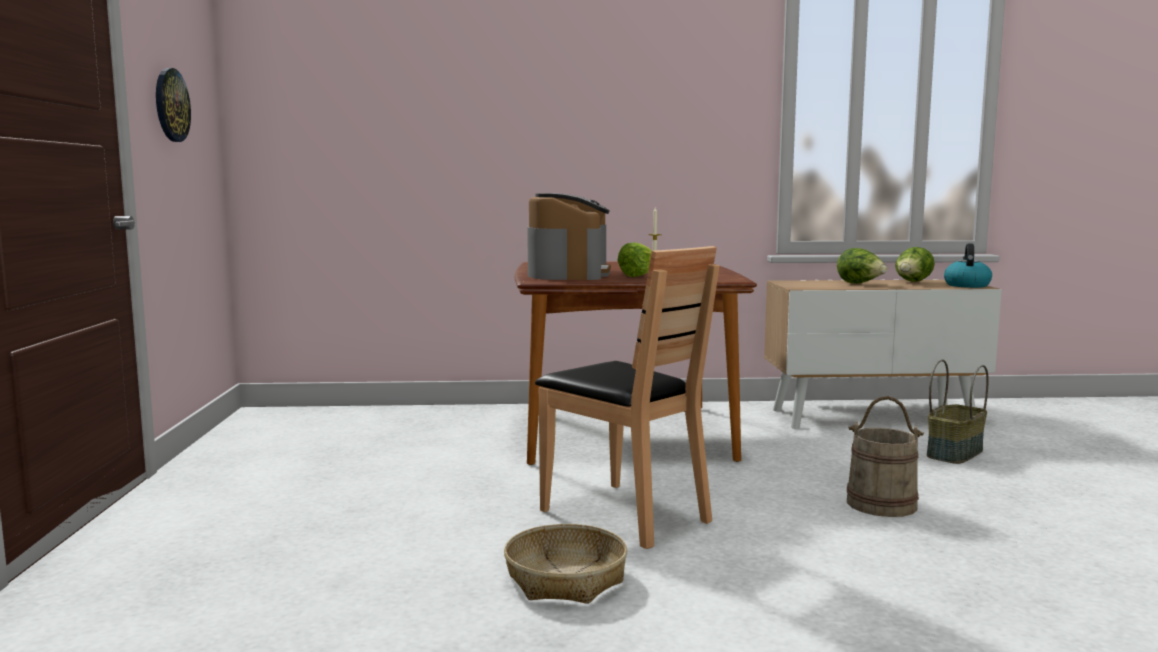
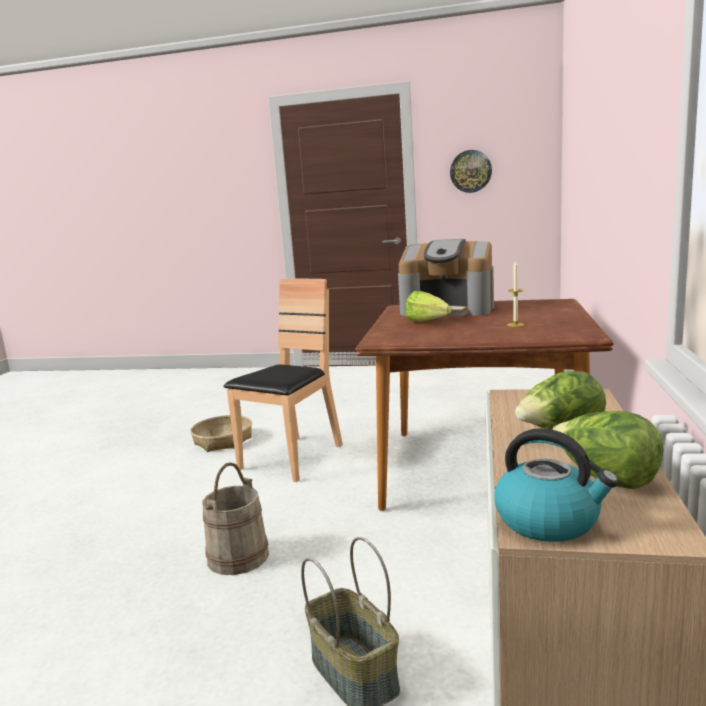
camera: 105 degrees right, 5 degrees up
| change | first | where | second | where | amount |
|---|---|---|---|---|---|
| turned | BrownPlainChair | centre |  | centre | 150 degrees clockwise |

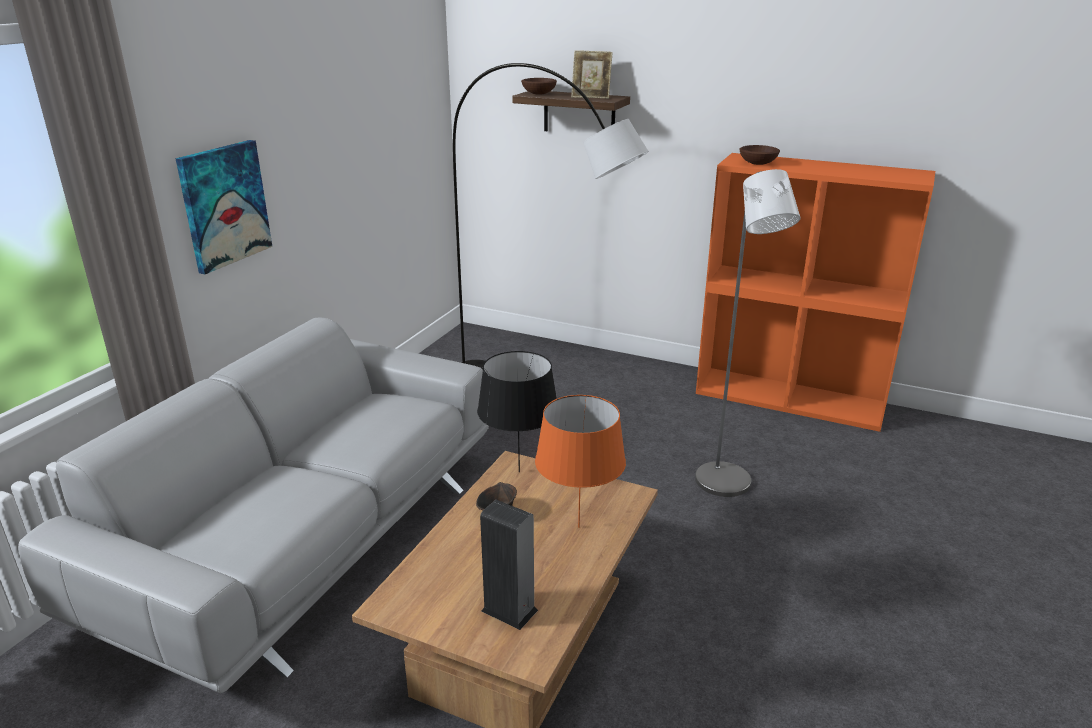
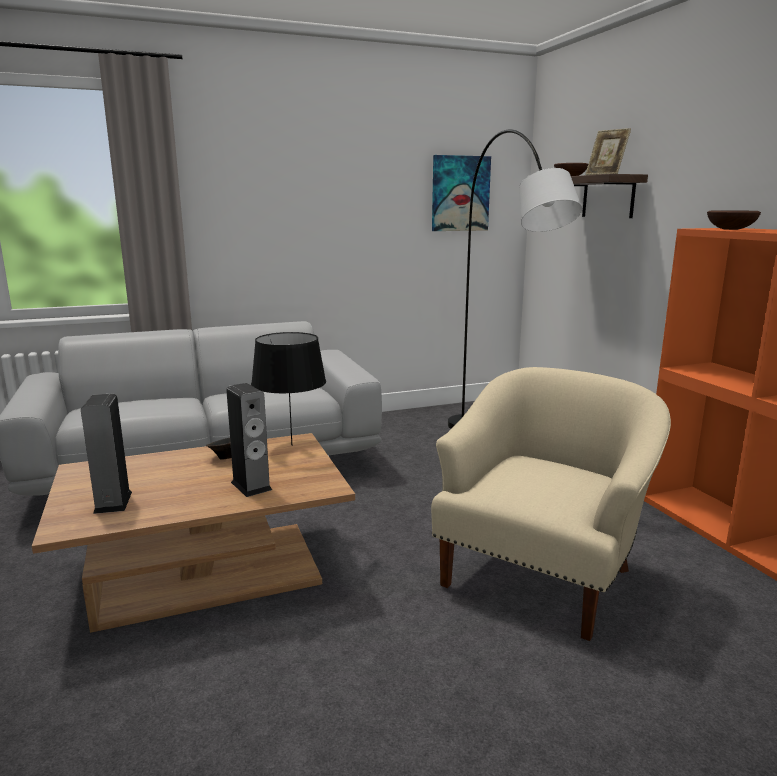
camera: 45 degrees right, 10 degrees down
| change | first | where | second | where | amount |
|---|---|---|---|---|---|
| moved | Picture | top left |  | top centre |  |
| replaced | OrangeTabletopLamp | centre | Speaker (2nd from left) | middle left |  |
| replaced | GreyishStandingLamp (2nd from left) | middle right | SandColouredArmchair | middle right |  |

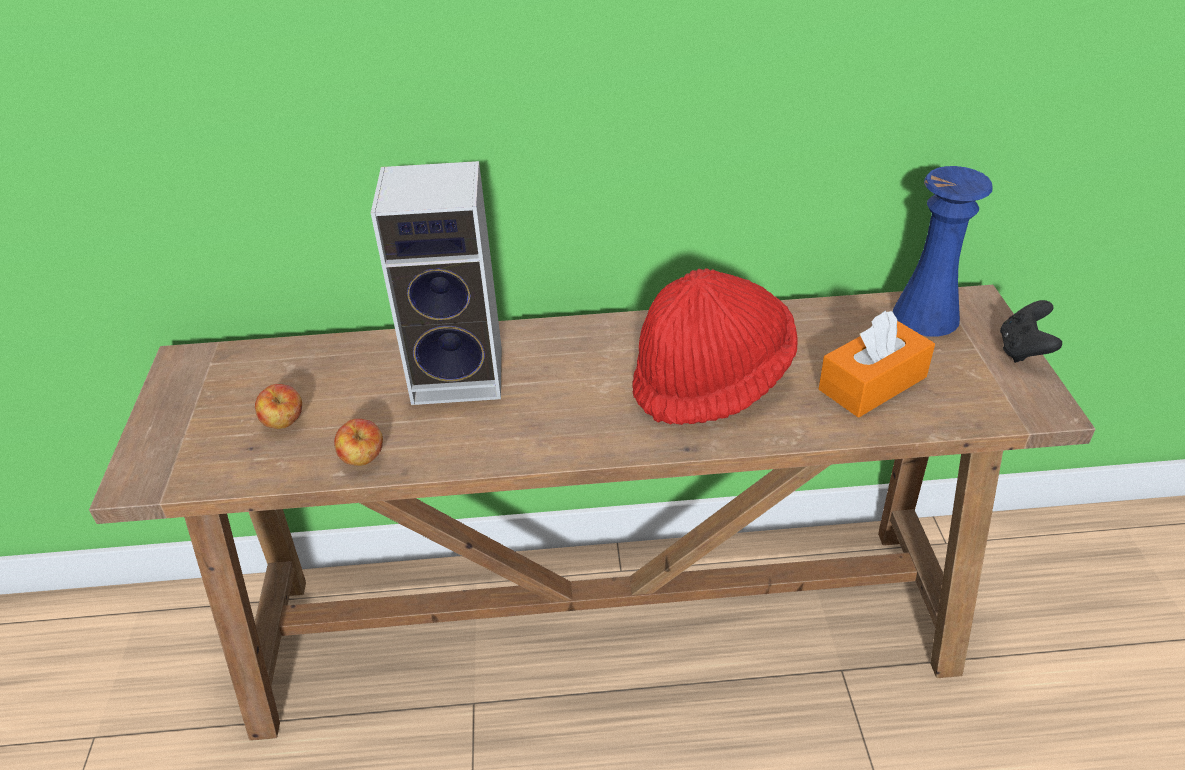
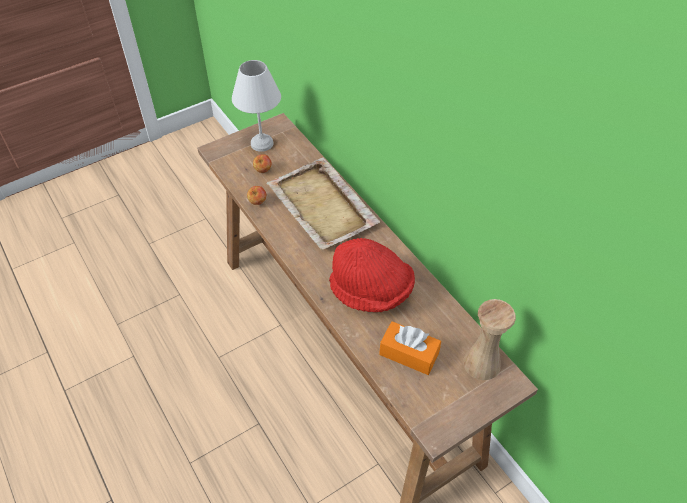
camera: 60 degrees right, 10 degrees up
| change | first | where | second | where | amount |
|---|---|---|---|---|---|
| removed | BlackColouredGamepad | middle right |  |  |  |
| added |  |  | WhiteColouredTabletopLamp | top centre |  |
| replaced | Speaker | centre | SandColouredServingTray | centre |  |
| recoloured | BluishDecorativeVase | top right | SandColouredDecorativeVase | bottom right |  |

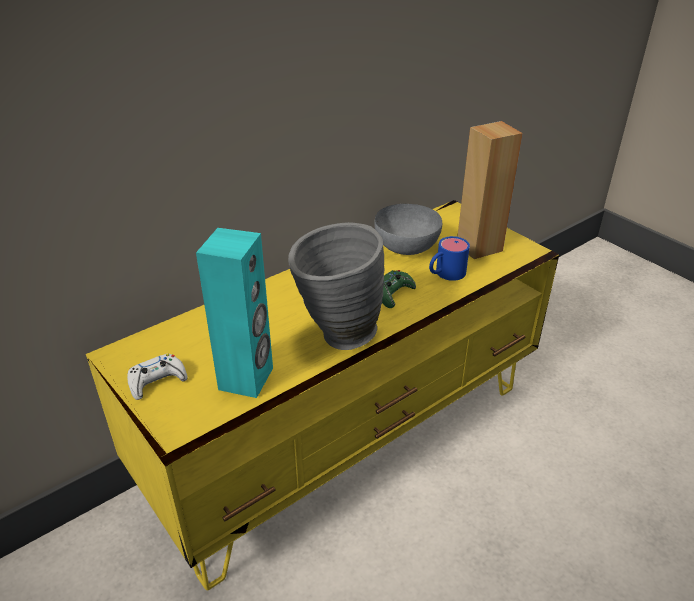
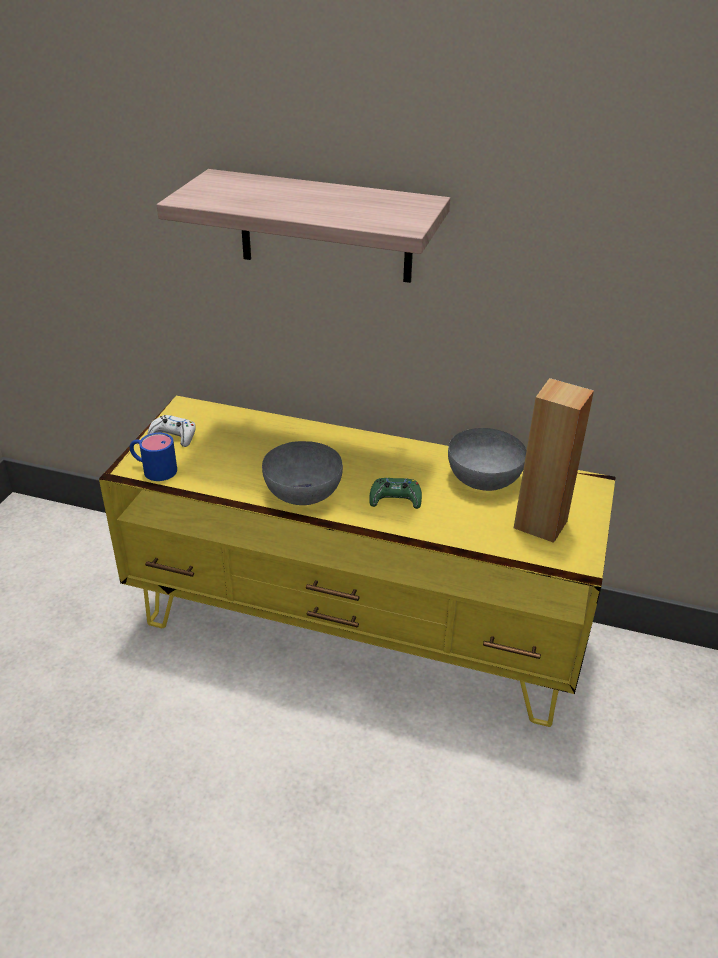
camera: 55 degrees right, 0 degrees up
| change | first | where | second | where | amount |
|---|---|---|---|---|---|
| removed | TurquoiseColouredSpeaker | centre |  |  |  |
| added |  |  | BracketShelf | top centre |  |
| moved | BluishCoffeeMug | centre |  | middle left |  |
| replaced | GreyishDecorativeVase | centre | GreyishServingBowl (1st from left) | centre |  |

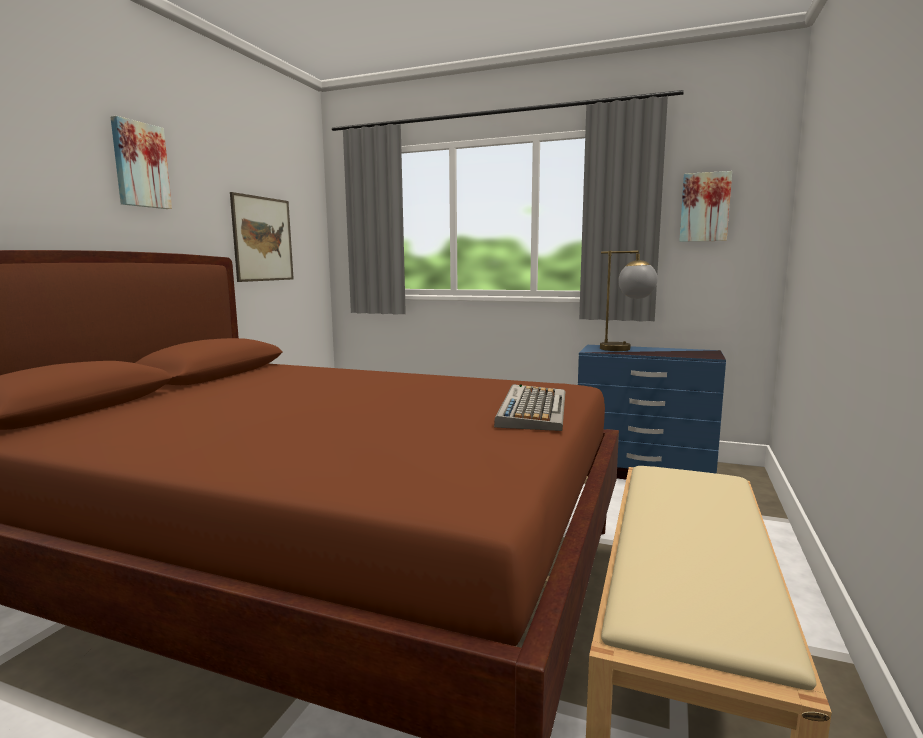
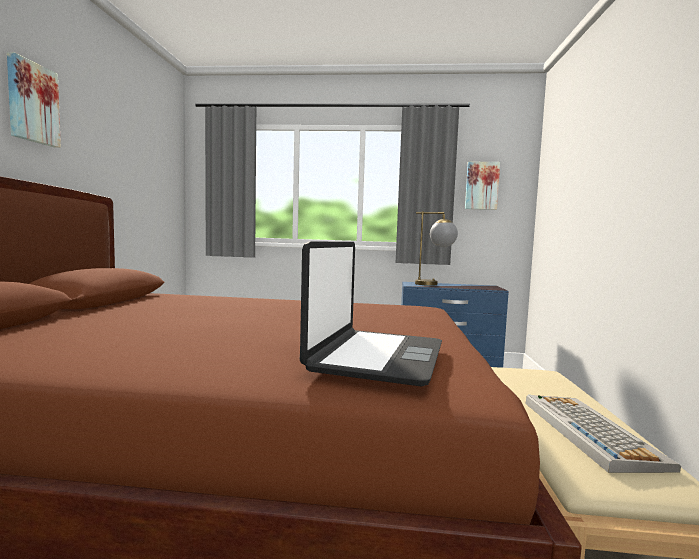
camera: 15 degrees left, 5 degrees down
| change | first | where | second | where | amount |
|---|---|---|---|---|---|
| removed | Picture (2nd from left) | top left |  |  |  |
| added |  |  | NotebookComputer | centre |  |
| moved | ComputerKeyboard | centre |  | bottom right |  |

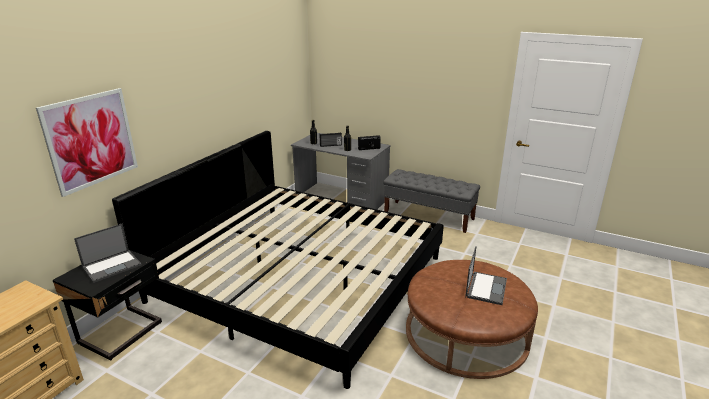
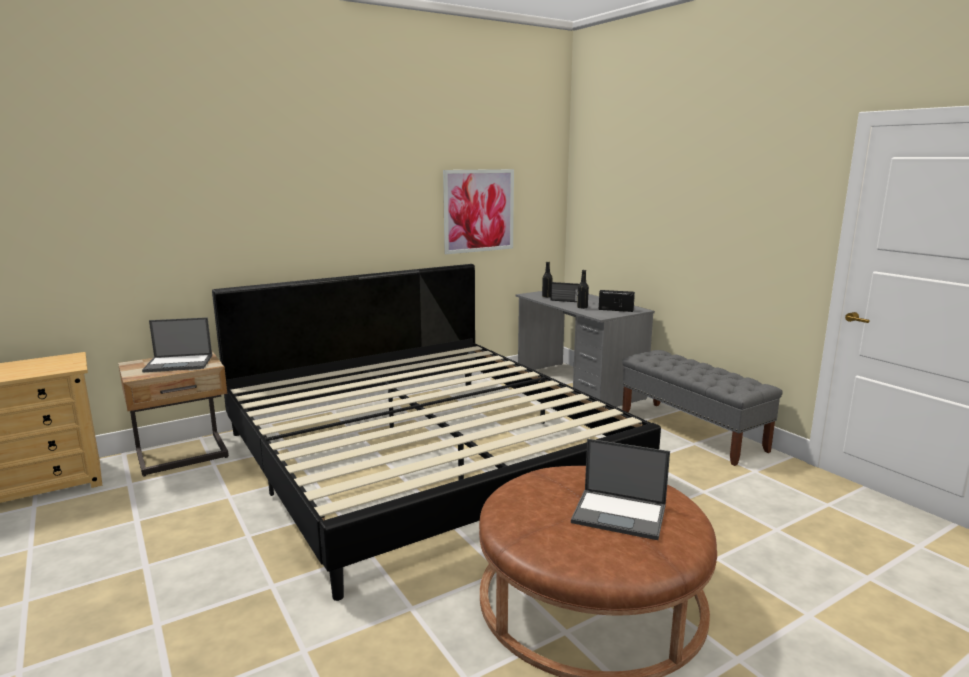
camera: 30 degrees right, 10 degrees down
| change | first | where | second | where | amount |
|---|---|---|---|---|---|
| moved | Picture | middle left |  | top centre |  |
| recoloured | BlackColouredBedsideTable | bottom left | SandColouredBedsideTable | middle left |  |
| turned | NotebookComputer (2nd from left) | bottom right |  | bottom centre | 60 degrees clockwise |

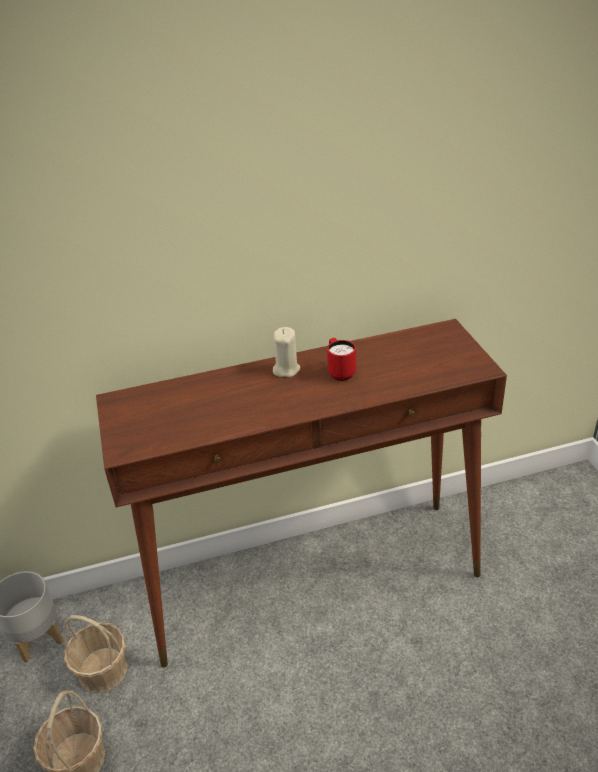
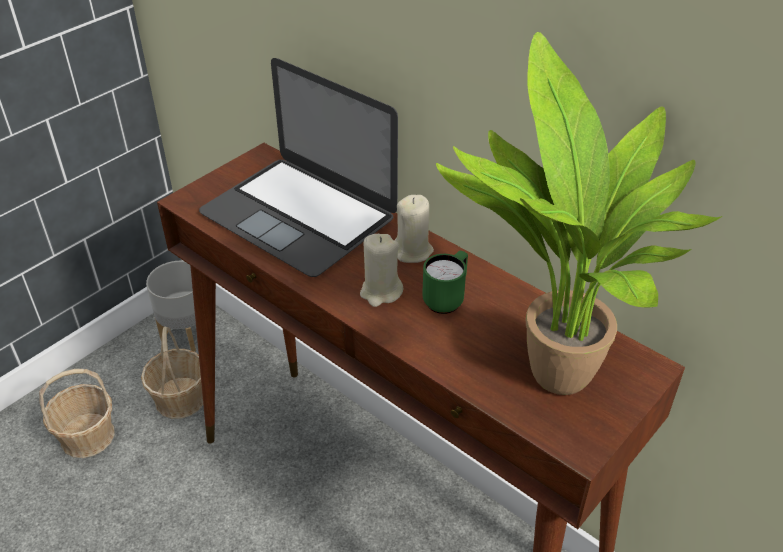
camera: 55 degrees right, 5 degrees up
| change | first | where | second | where | amount |
|---|---|---|---|---|---|
| added |  |  | NotebookComputer | top centre |  |
| added |  |  | SandColouredCandle (1st from left) | centre |  |
| added |  |  | PlantInAPot | middle right |  |
| recoloured | RedColouredCoffeeMug | centre | GreenColouredCoffeeMug | centre |  |

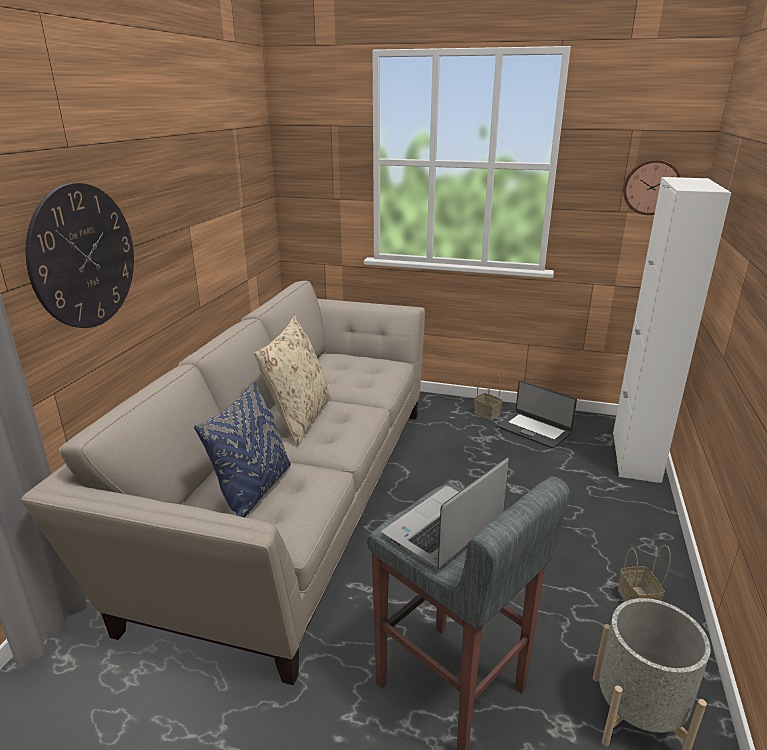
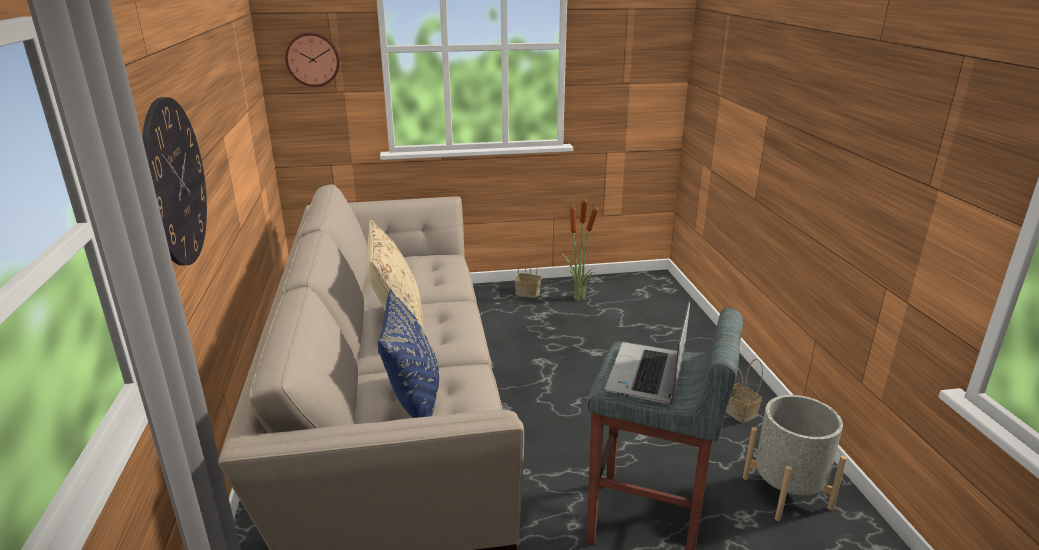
camera: 25 degrees left, 0 degrees up
| change | first | where | second | where | amount |
|---|---|---|---|---|---|
| removed | WhiteColouredStorageCabinet | middle right |  |  |  |
| moved | ClockOnTheWall (2nd from left) | top right |  | top left |  |
| replaced | NotebookComputer (2nd from left) | middle right | PlantInAPot | centre |  |

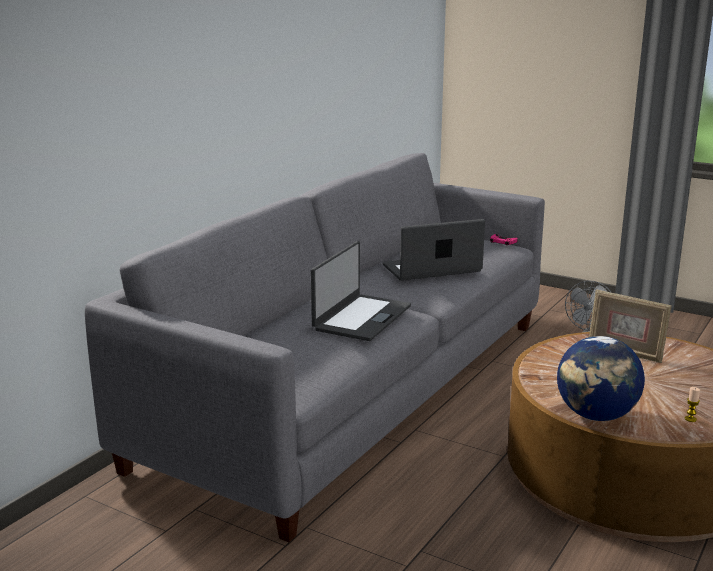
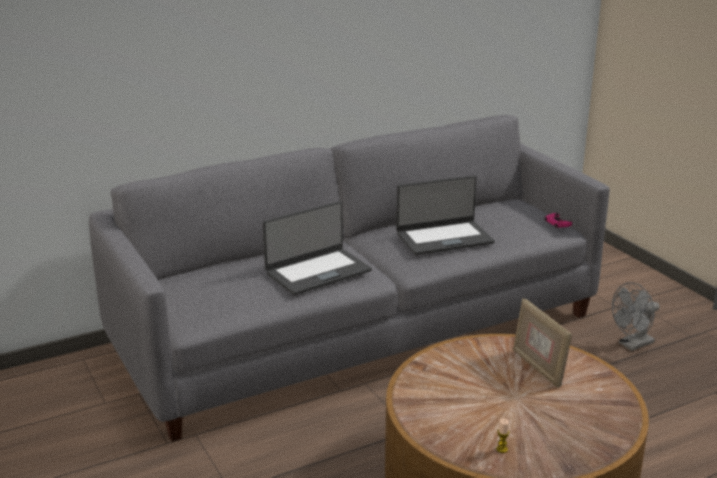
camera: 30 degrees right, 5 degrees up
| change | first | where | second | where | amount |
|---|---|---|---|---|---|
| removed | Globe | middle right |  |  |  |
| turned | NotebookComputer (2nd from left) | centre |  | centre | 150 degrees clockwise |

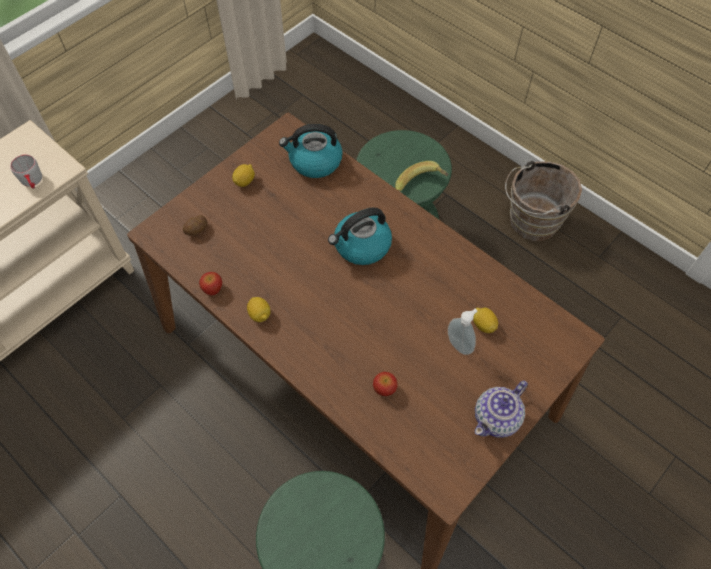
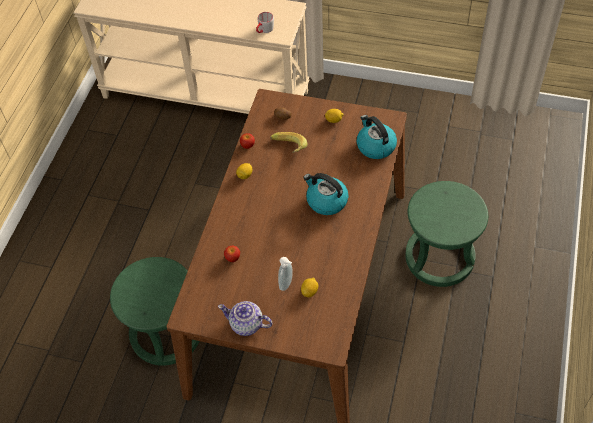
camera: 65 degrees right, 5 degrees down
| change | first | where | second | where | amount |
|---|---|---|---|---|---|
| removed | BrownWaterBucket | middle right |  |  |  |
| moved | BananaFruit | top centre |  | centre |  |

